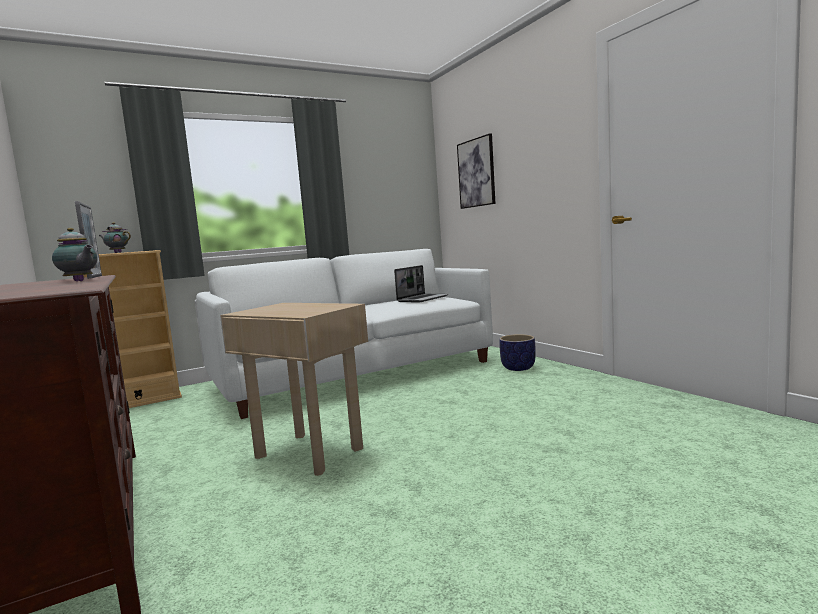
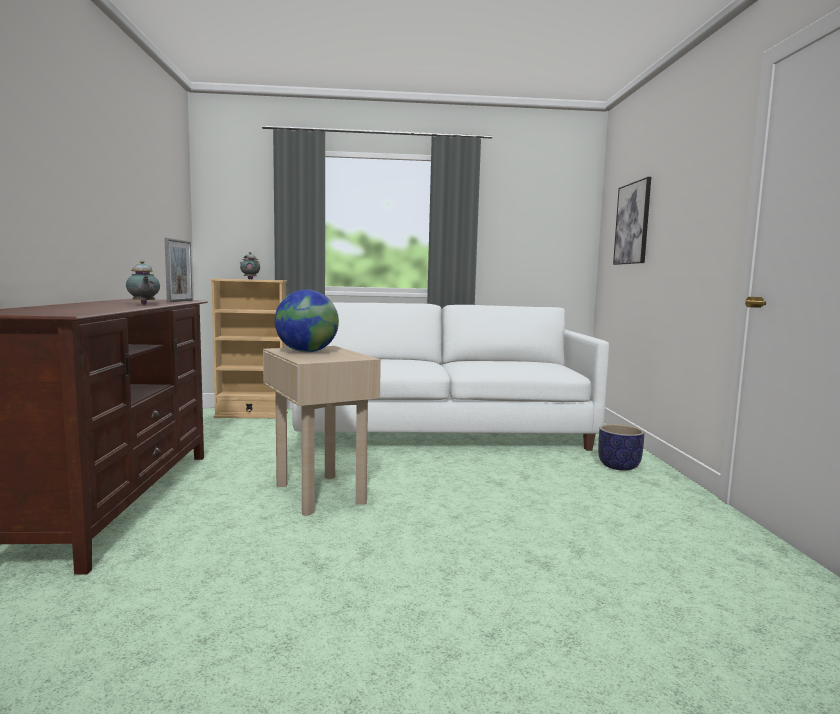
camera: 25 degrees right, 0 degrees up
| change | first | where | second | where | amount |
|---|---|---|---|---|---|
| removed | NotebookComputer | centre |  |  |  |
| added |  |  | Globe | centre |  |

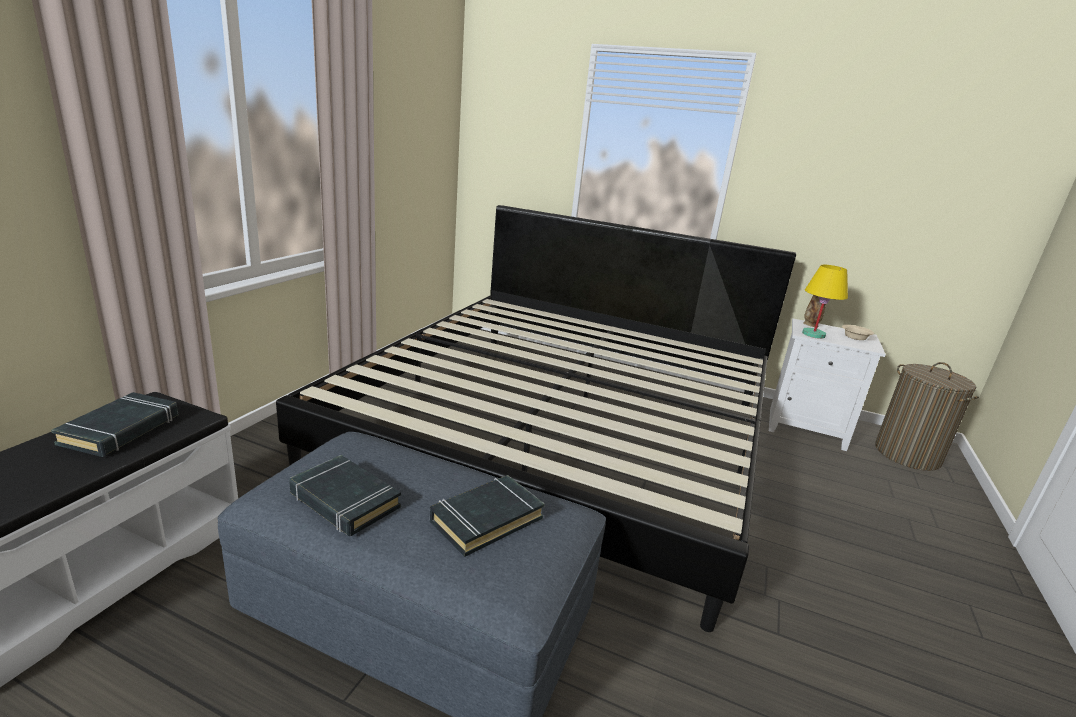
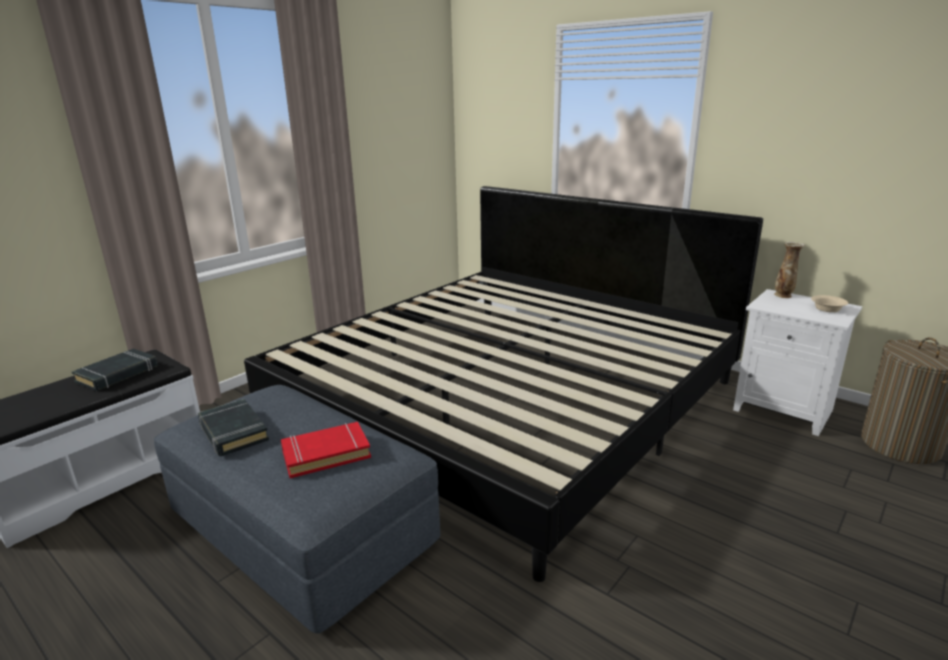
camera: 20 degrees right, 0 degrees up
| change | first | where | second | where | amount |
|---|---|---|---|---|---|
| removed | YellowColouredTabletopLamp | middle right |  |  |  |
| recoloured | BlackColouredBook (3rd from left) | bottom centre | RedColouredBook | bottom centre |  |

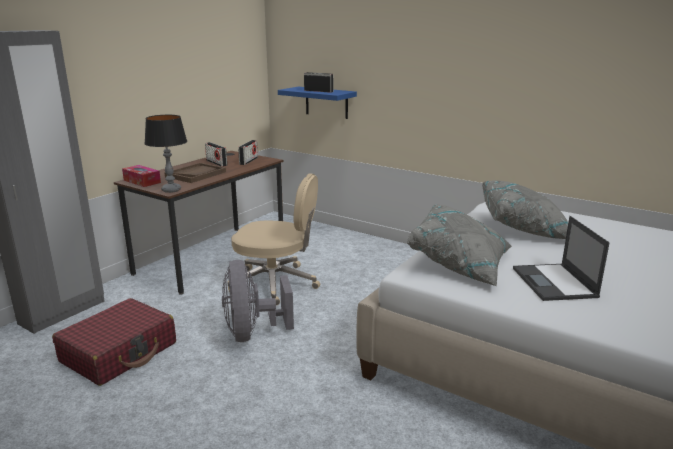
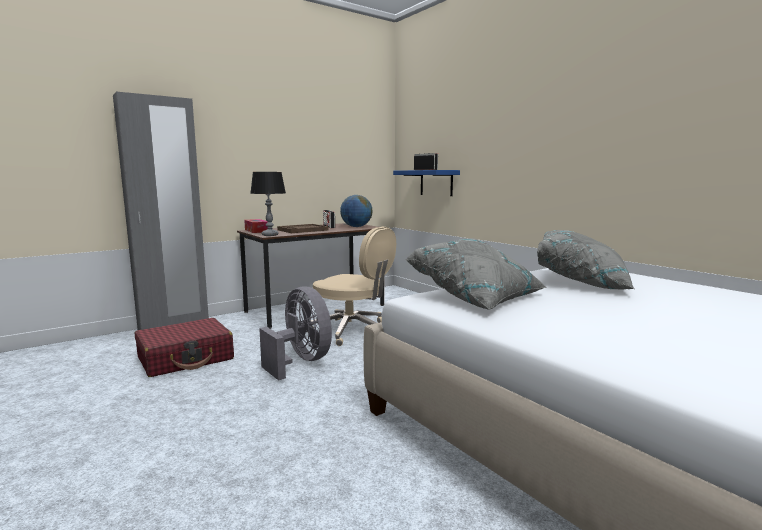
camera: 20 degrees right, 10 degrees down
| change | first | where | second | where | amount |
|---|---|---|---|---|---|
| removed | NotebookComputer | middle right |  |  |  |
| replaced | RadioReceiver (2nd from left) | centre | Globe | centre |  |
| turned | GreyishFan | bottom centre |  | centre | 135 degrees clockwise |

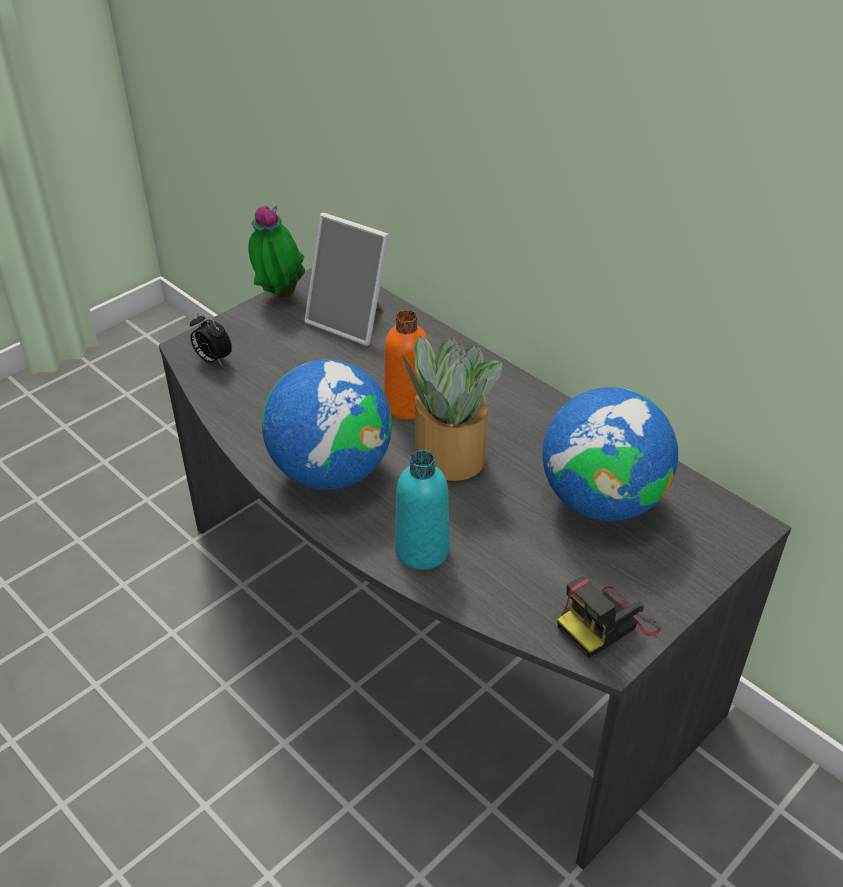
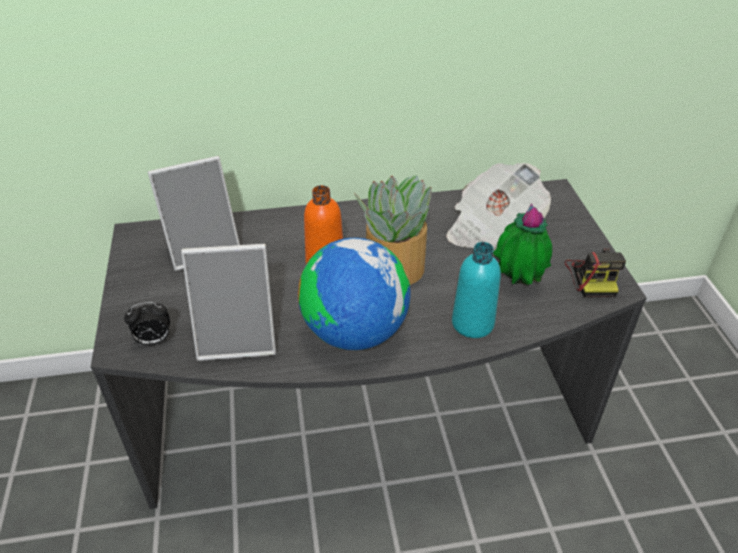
camera: 55 degrees left, 0 degrees up
| change | first | where | second | where | amount |
|---|---|---|---|---|---|
| added |  |  | PhotoFrame (2nd from left) | middle left |  |
| moved | PlantInAPot (1st from left in the first image) | top left | PlantInAPot (2nd from left) | middle right |  |
| replaced | Globe (2nd from left) | middle right | PrintedPaper | middle right |  |

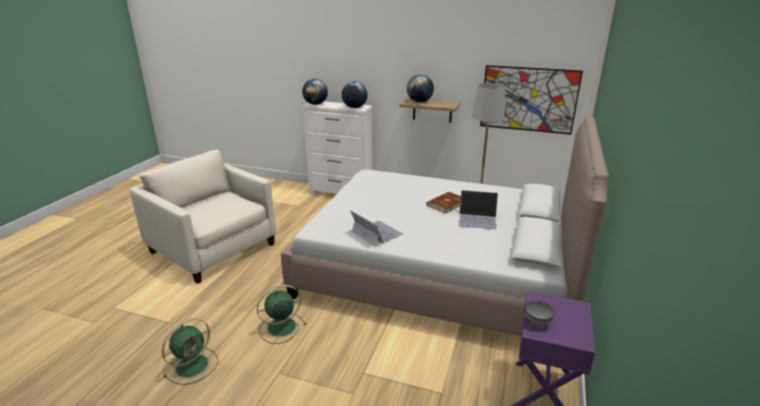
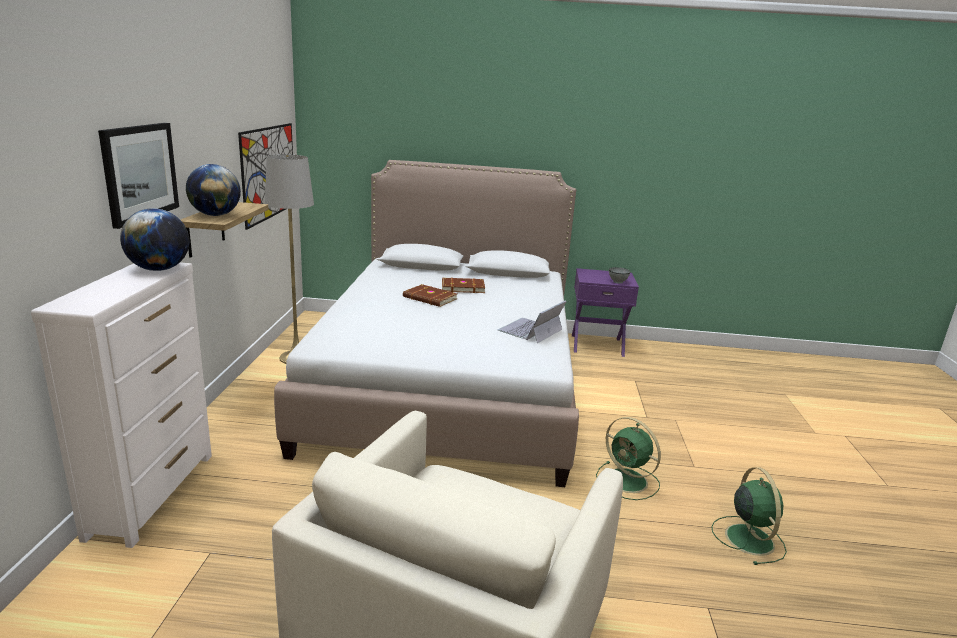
camera: 105 degrees left, 5 degrees down
| change | first | where | second | where | amount |
|---|---|---|---|---|---|
| removed | Globe (1st from left) | top centre |  |  |  |
| added |  |  | Picture (1st from left) | top left |  |
| replaced | NotebookComputer (2nd from left) | centre | BrownBook (2nd from left) | centre |  |
| turned | GreenColouredFan (1st from left in the first image) | bottom left | GreenColouredFan (2nd from left) | bottom right | 60 degrees clockwise |

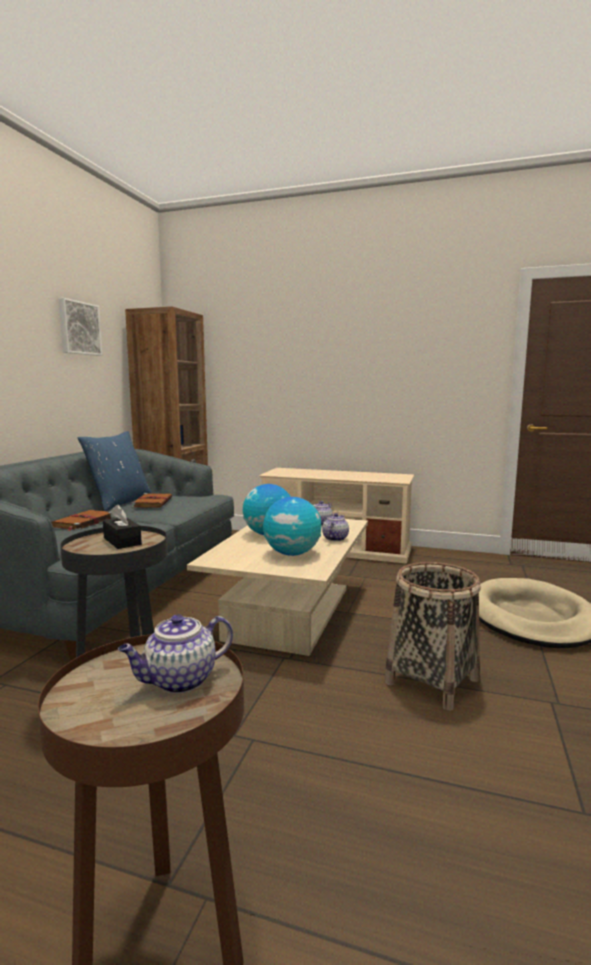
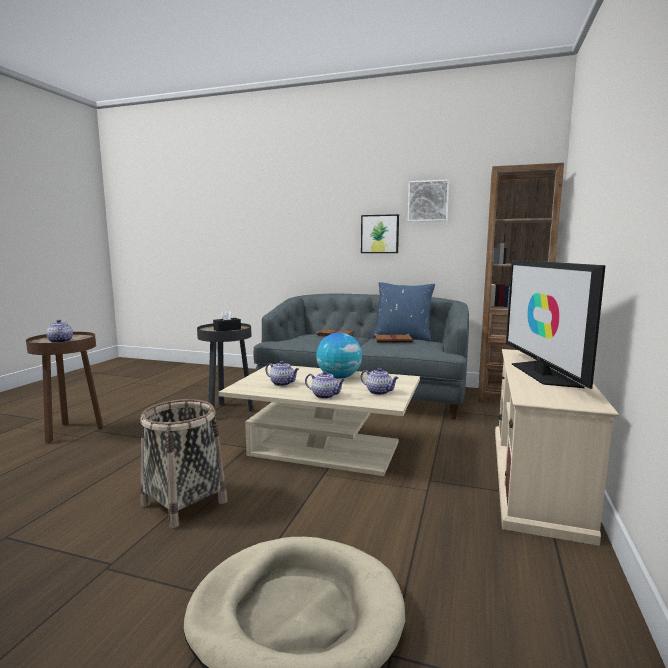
camera: 90 degrees right, 0 degrees up
| change | first | where | second | where | amount |
|---|---|---|---|---|---|
| added |  |  | Picture (1st from left) | centre |  |
| added |  |  | Tv | middle right |  |
| replaced | Globe (2nd from left) | centre | TeaPot (2nd from left) | centre |  |

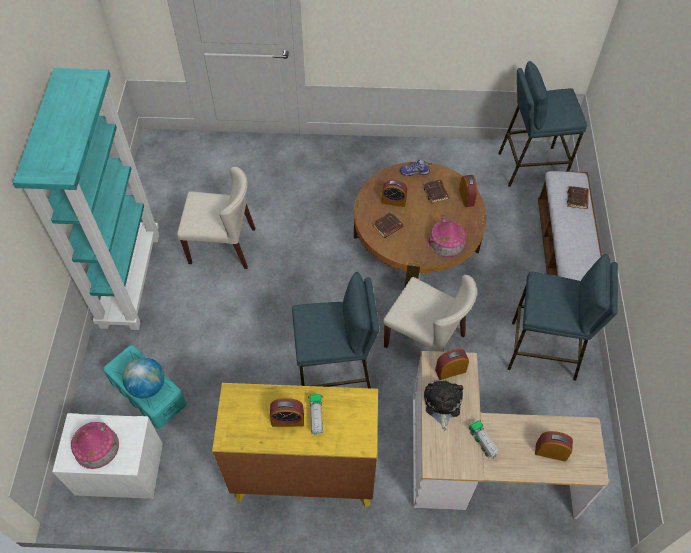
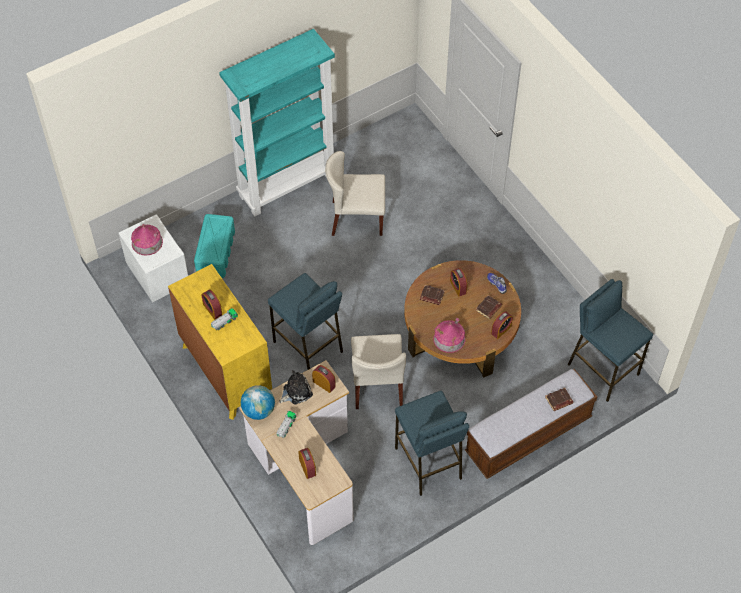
camera: 55 degrees right, 0 degrees up
| change | first | where | second | where | amount |
|---|---|---|---|---|---|
| moved | Globe | bottom left |  | bottom centre |  |
| turned | SandColouredPlainChair (1st from left) | middle left |  | top centre | 120 degrees clockwise |

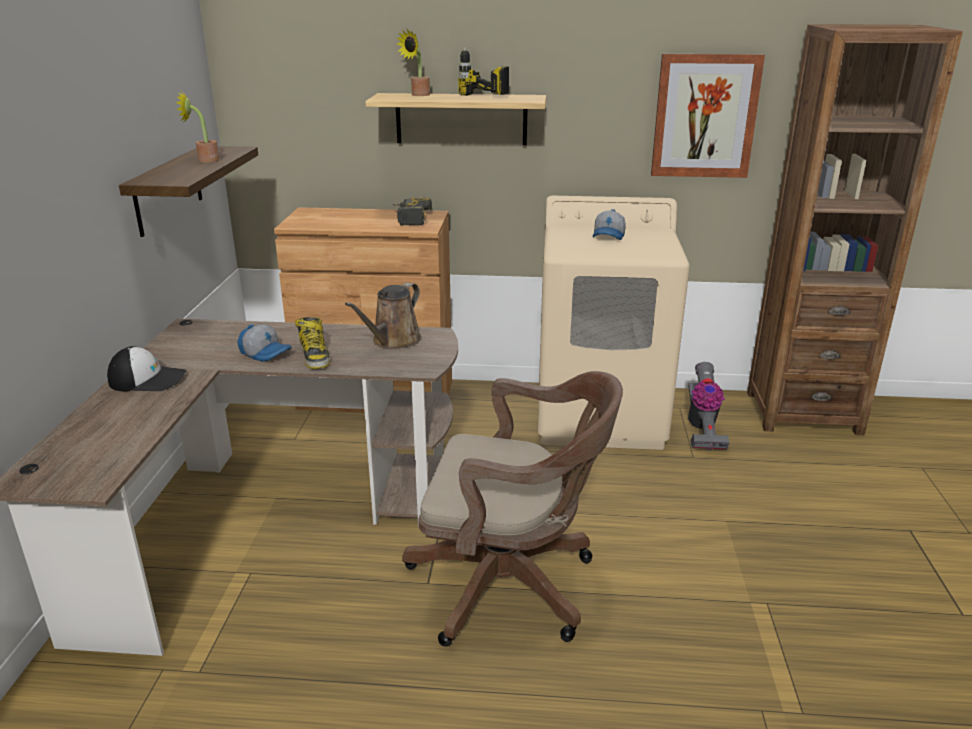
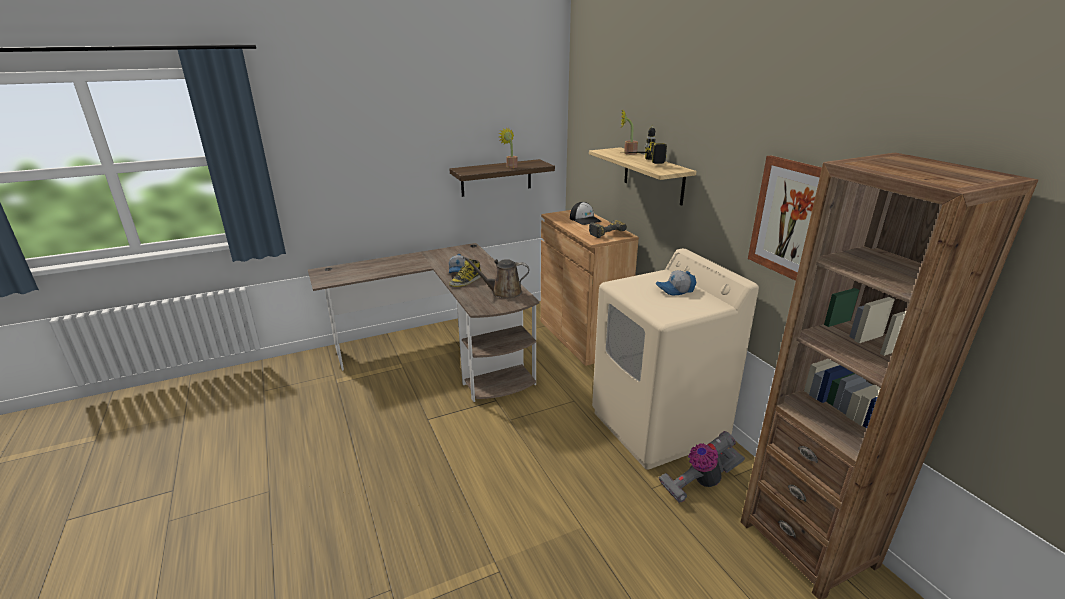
camera: 60 degrees right, 0 degrees up
| change | first | where | second | where | amount |
|---|---|---|---|---|---|
| removed | BrownOfficeChair | bottom centre |  |  |  |
| moved | BaseballCap (1st from left in the first image) | middle left | BaseballCap (2nd from left) | centre |  |

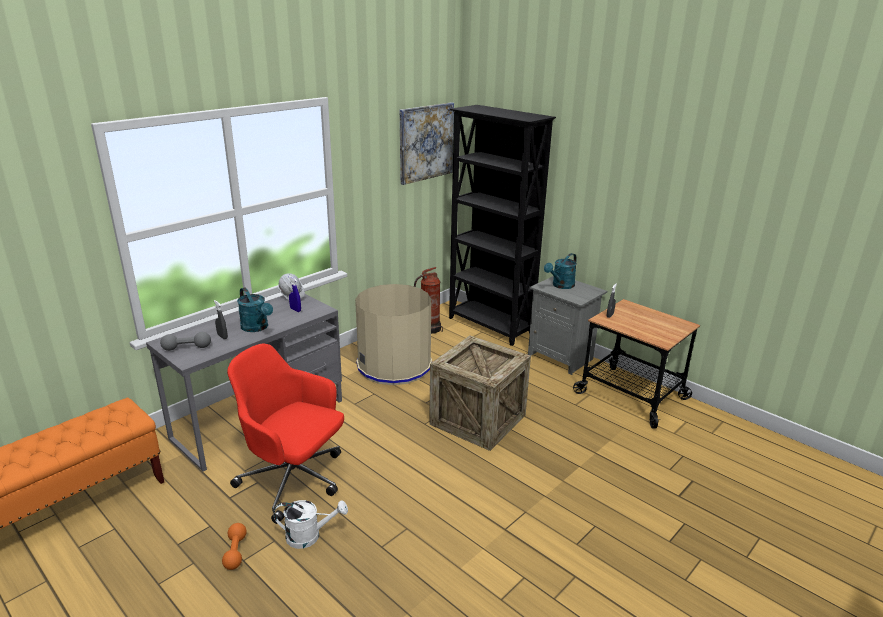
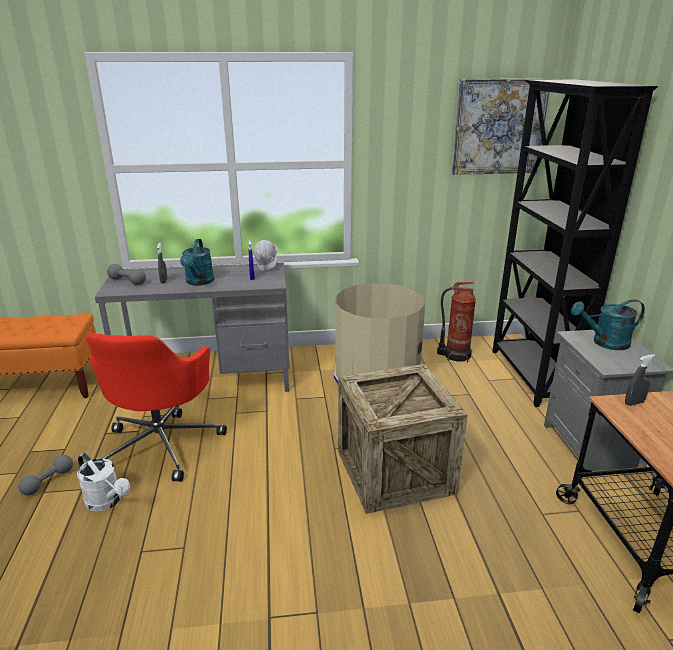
camera: 40 degrees right, 0 degrees up
| change | first | where | second | where | amount |
|---|---|---|---|---|---|
| recoloured | OrangeFreeWeight | bottom left | GreyishFreeWeight (1st from left) | bottom left |  |
| turned | RedColouredOfficeChair | bottom left |  | middle left | 150 degrees counterclockwise |

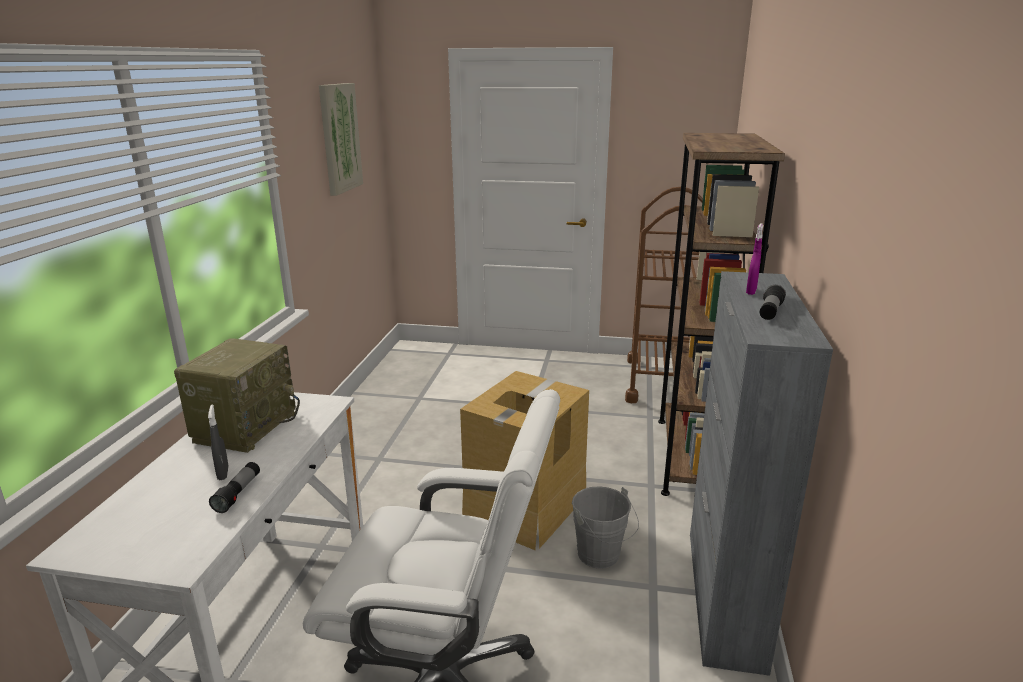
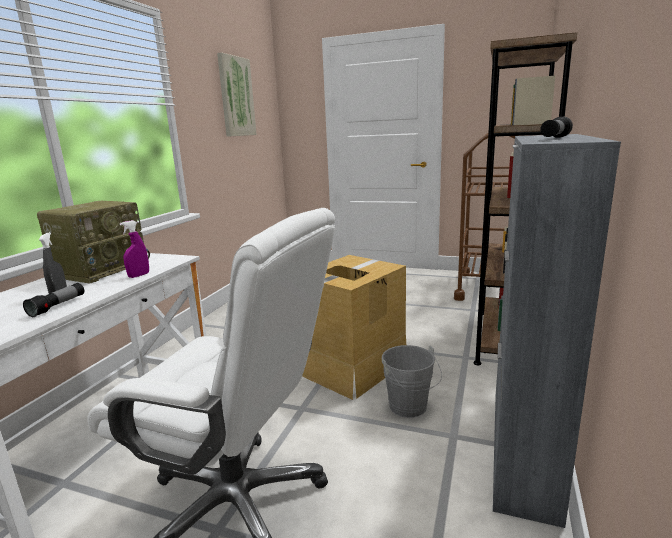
camera: 10 degrees right, 5 degrees down
| change | first | where | second | where | amount |
|---|---|---|---|---|---|
| moved | PurplishHandSprayer | middle right |  | middle left |  |

